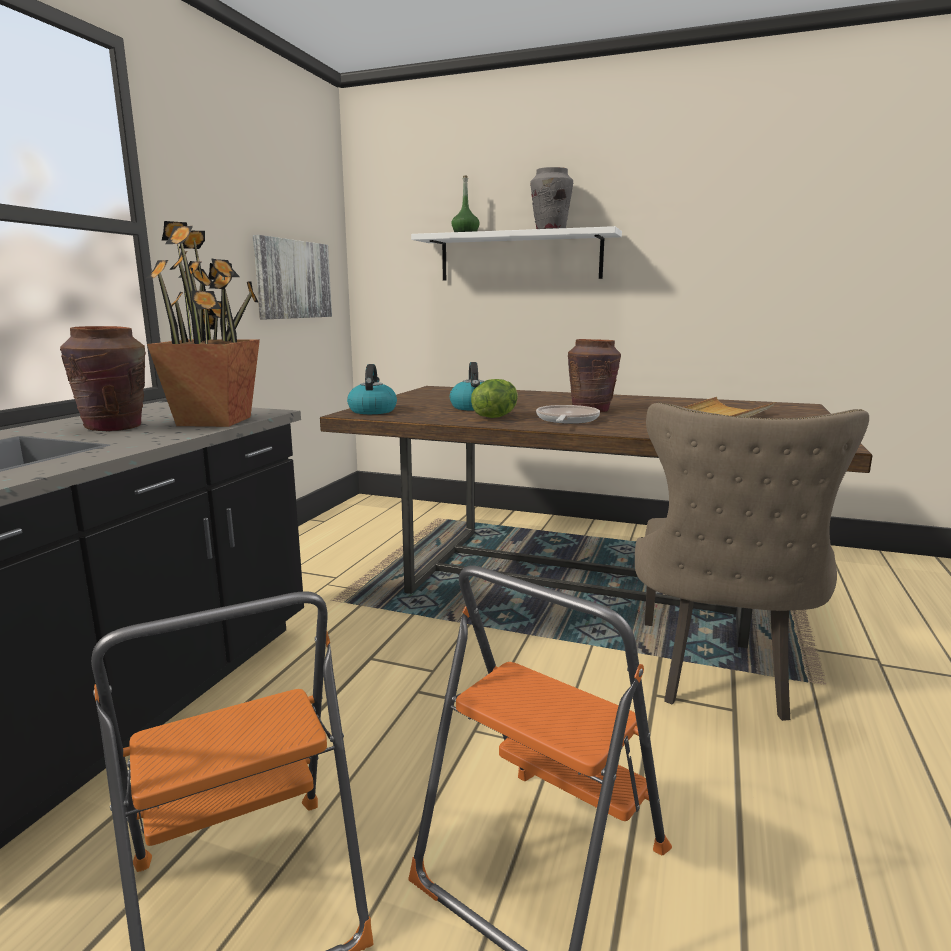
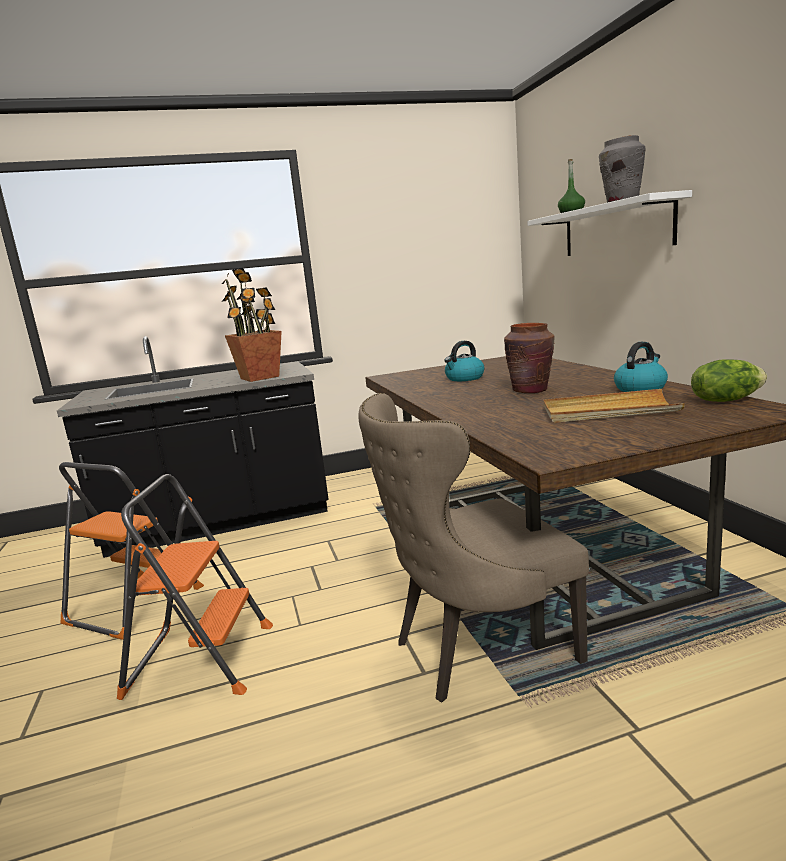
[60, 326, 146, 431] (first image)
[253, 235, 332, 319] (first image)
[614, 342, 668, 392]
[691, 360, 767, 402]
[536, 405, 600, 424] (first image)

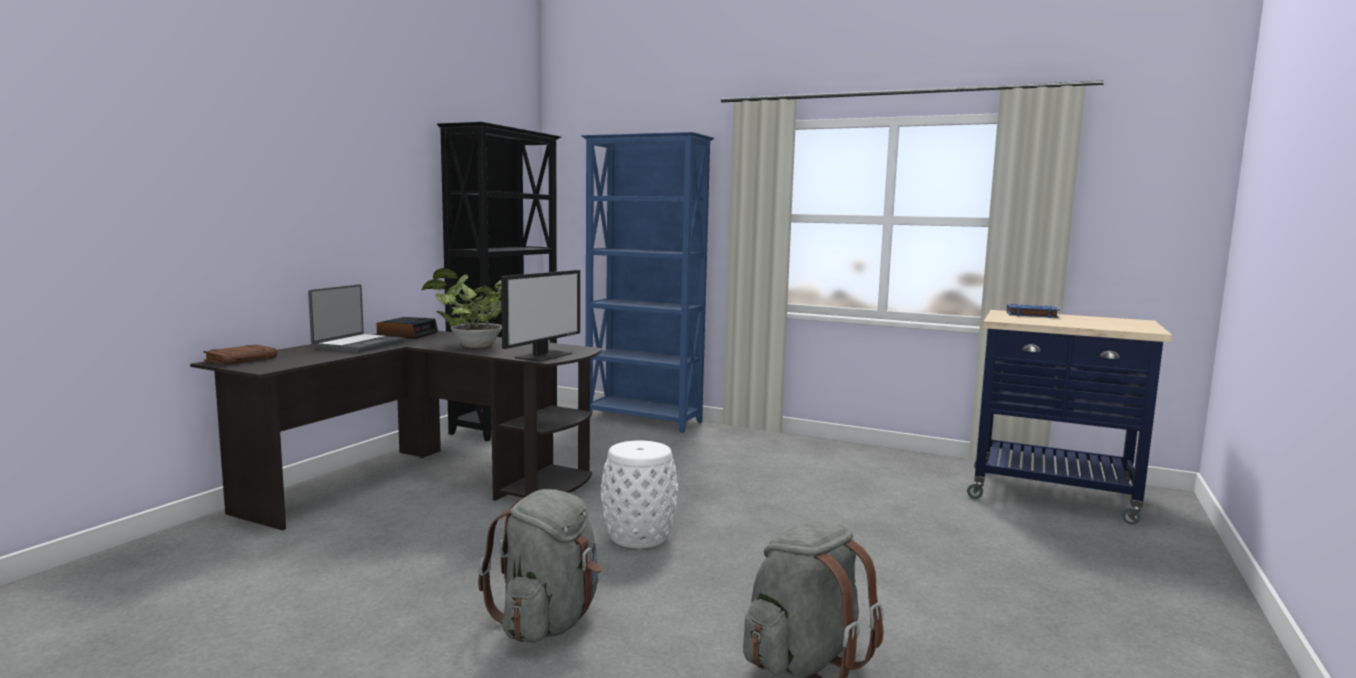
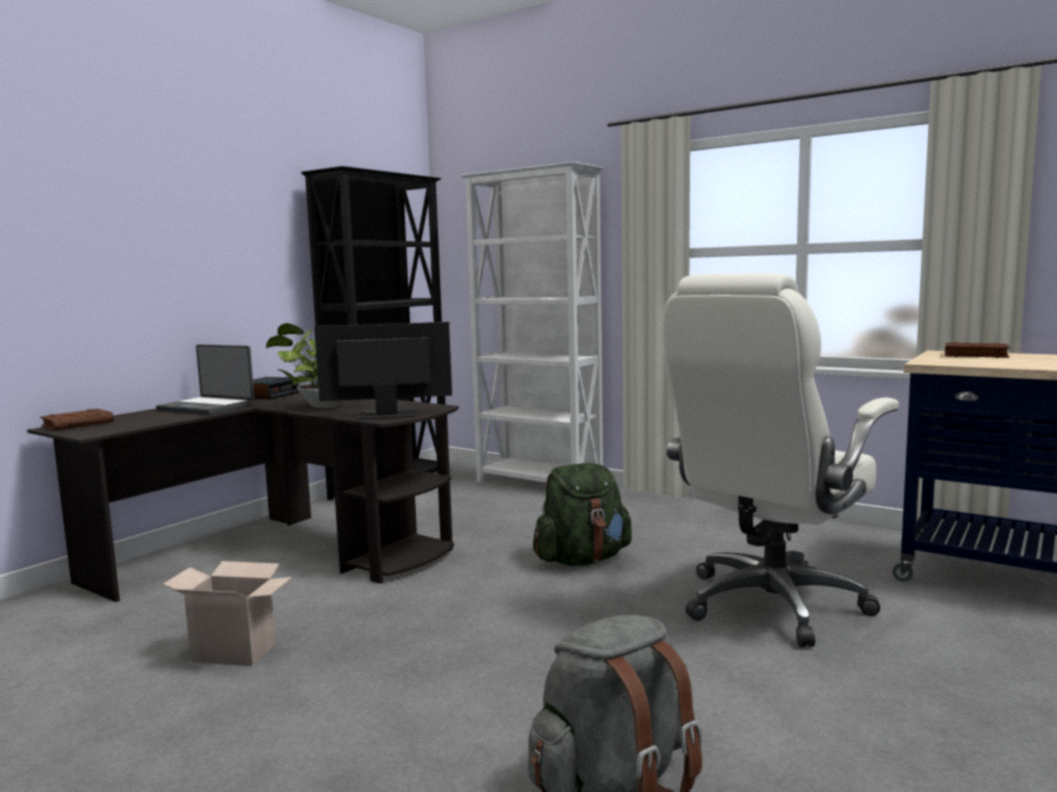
[156, 344, 255, 415]
[478, 489, 602, 643] (first image)
[314, 322, 452, 420]
[460, 162, 604, 483]
[601, 440, 678, 548] (first image)
[945, 342, 1010, 358]
[163, 561, 292, 666]
[533, 463, 632, 566]
[662, 273, 899, 647]

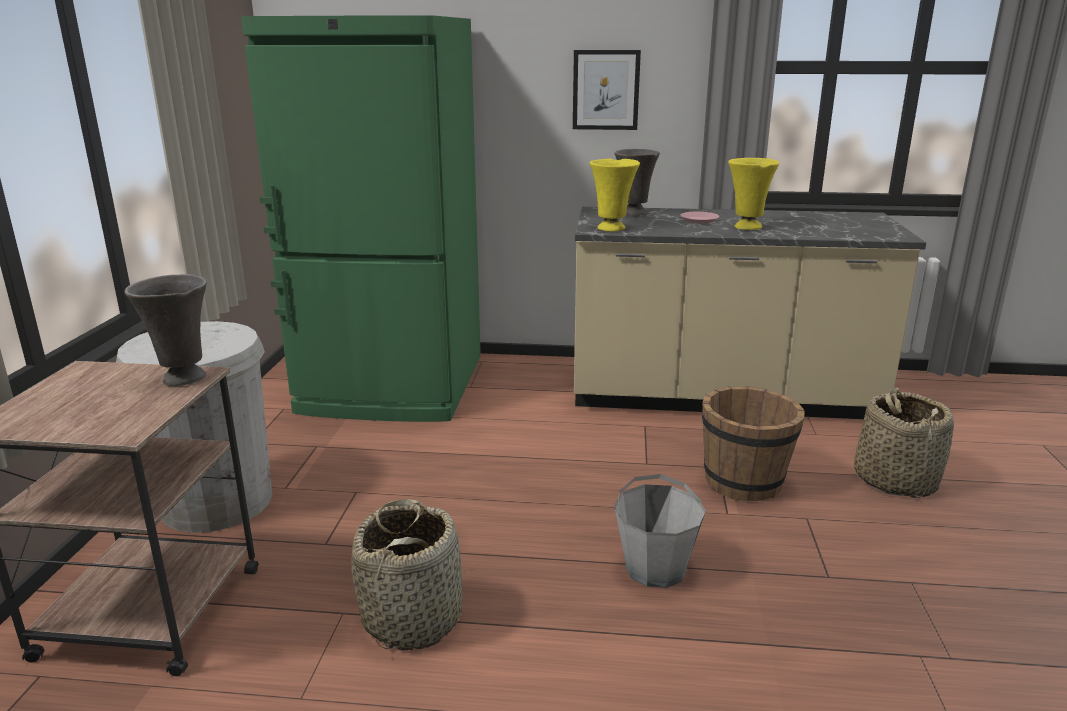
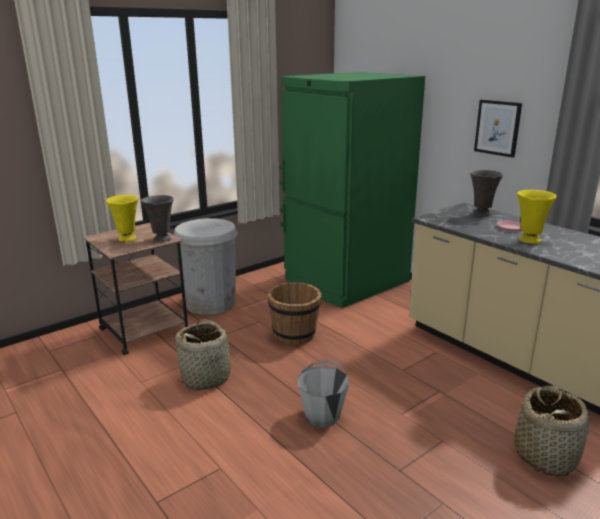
[106, 195, 139, 242]
[268, 282, 322, 345]

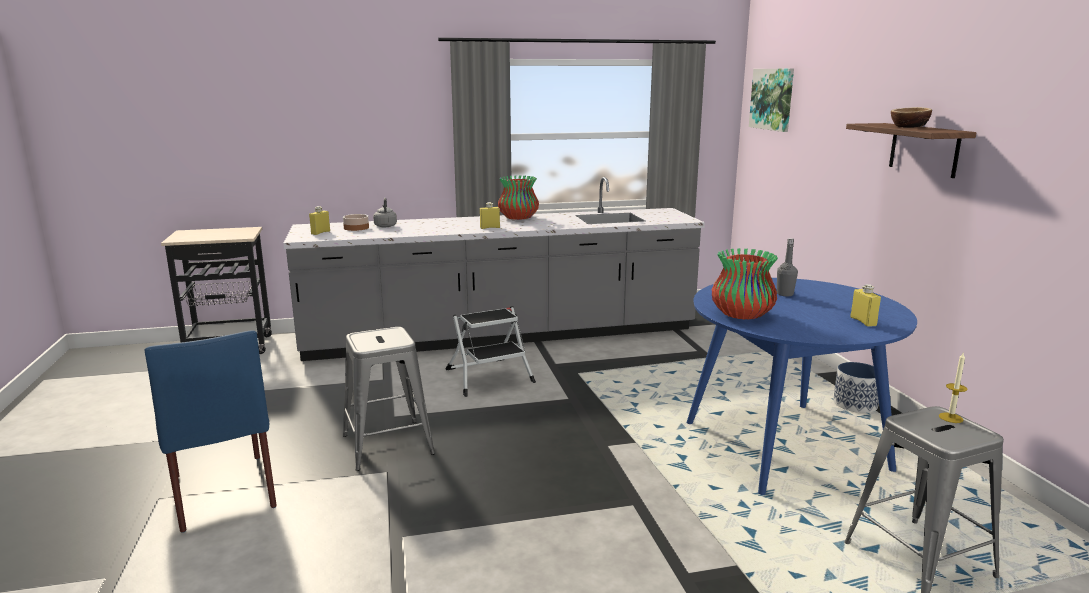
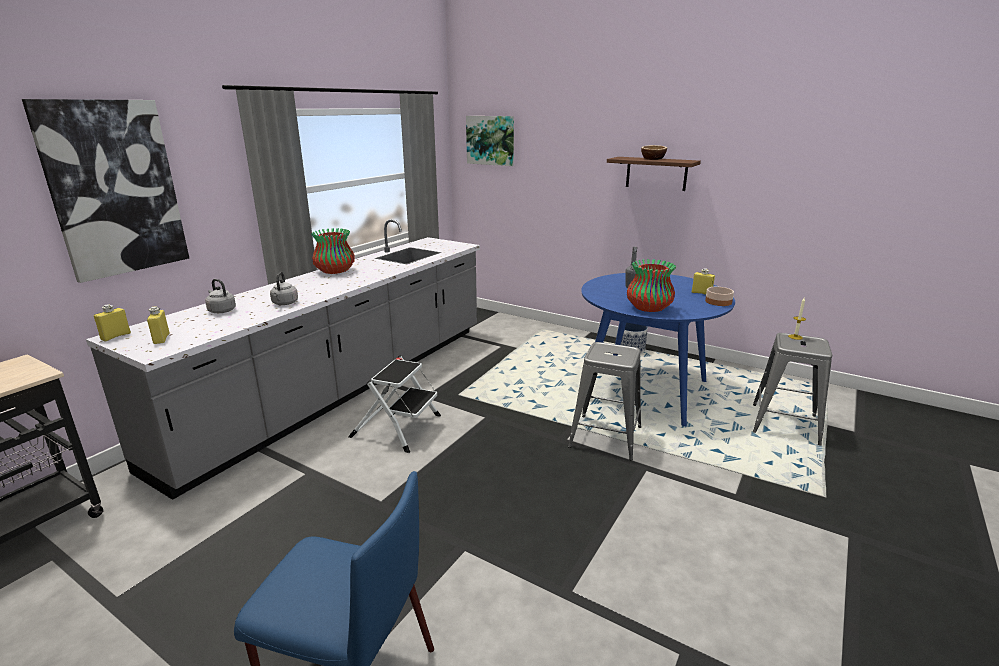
[705, 287, 734, 306]
[568, 342, 641, 461]
[94, 304, 131, 341]
[22, 99, 189, 283]
[270, 272, 298, 305]

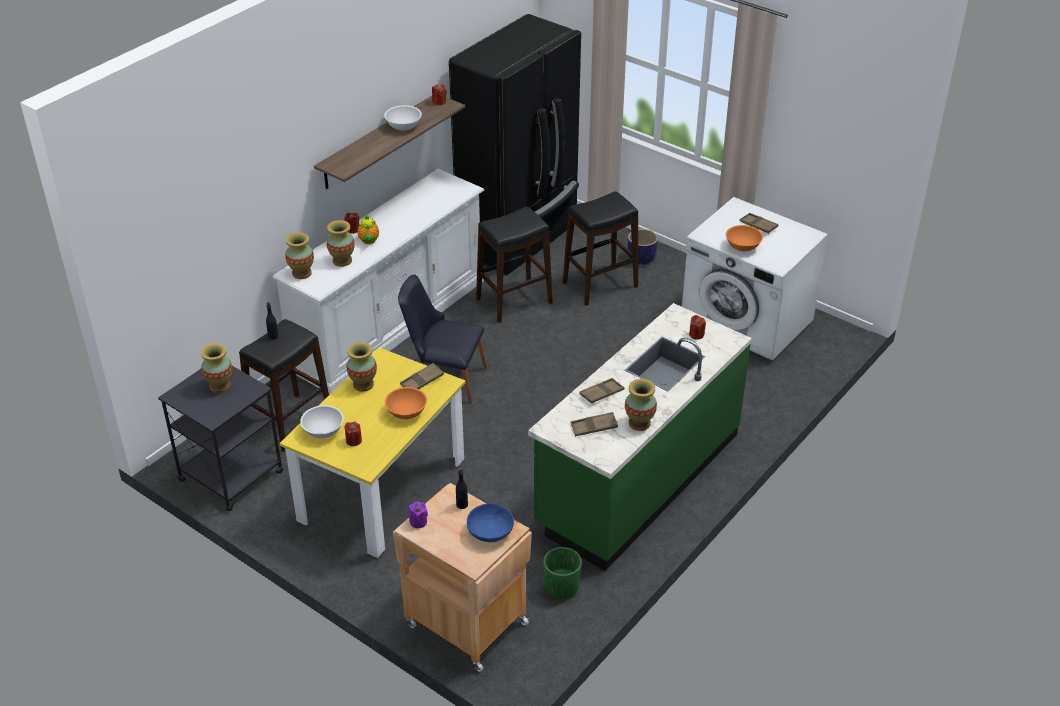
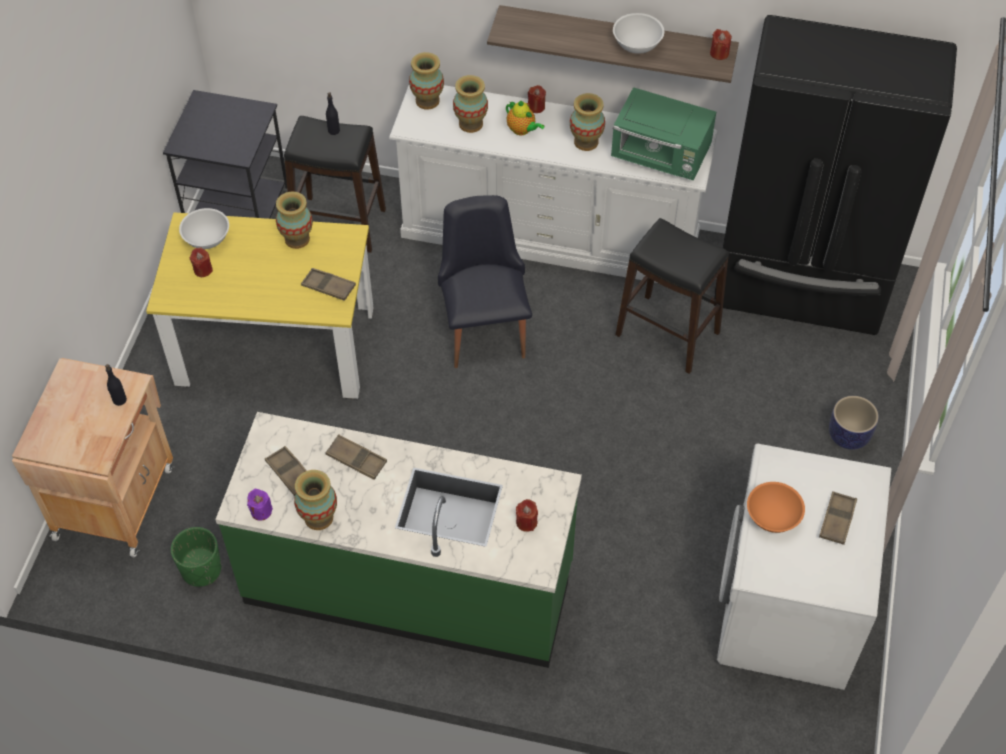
[570, 93, 605, 151]
[506, 101, 544, 135]
[385, 387, 427, 419] (first image)
[247, 489, 273, 521]
[467, 503, 514, 542] (first image)
[563, 191, 638, 306] (first image)
[611, 87, 716, 180]

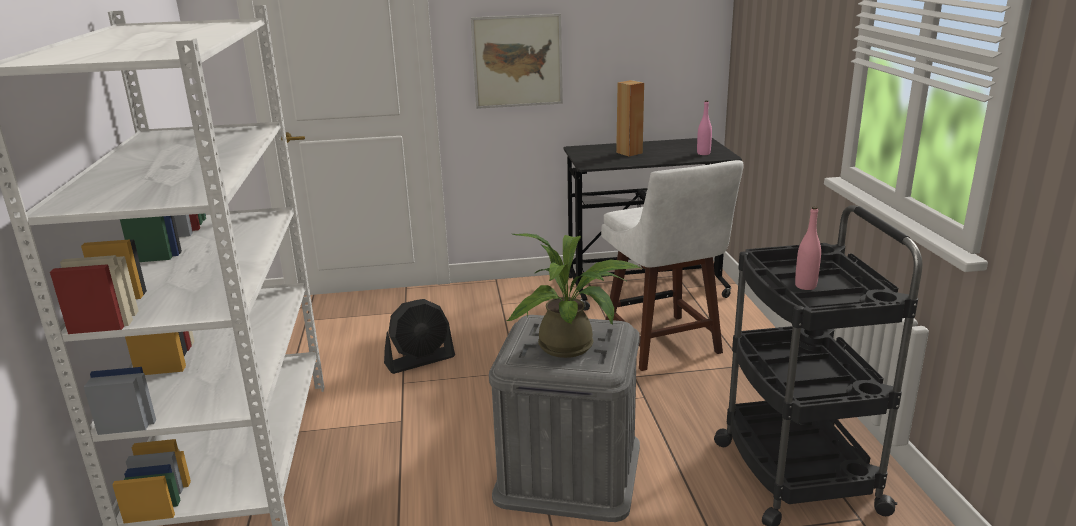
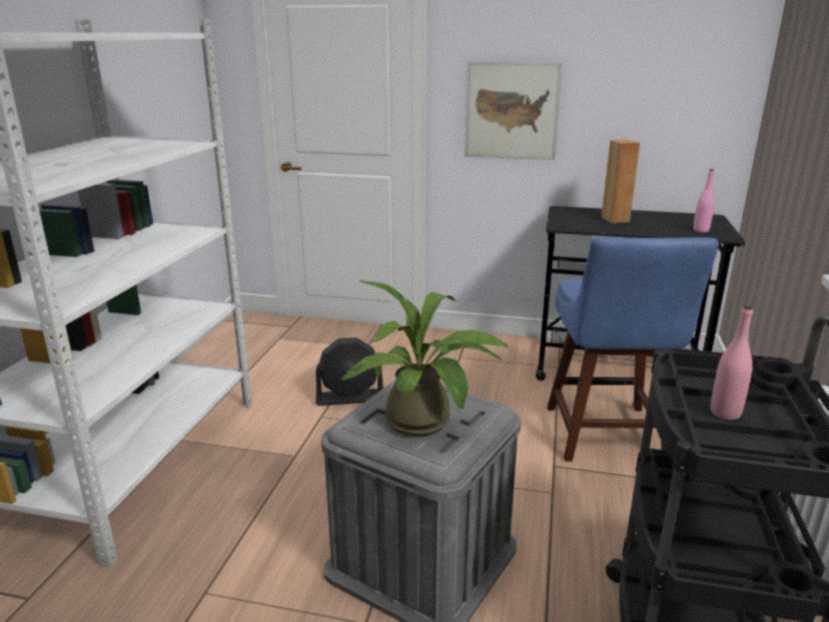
[547, 237, 719, 462]

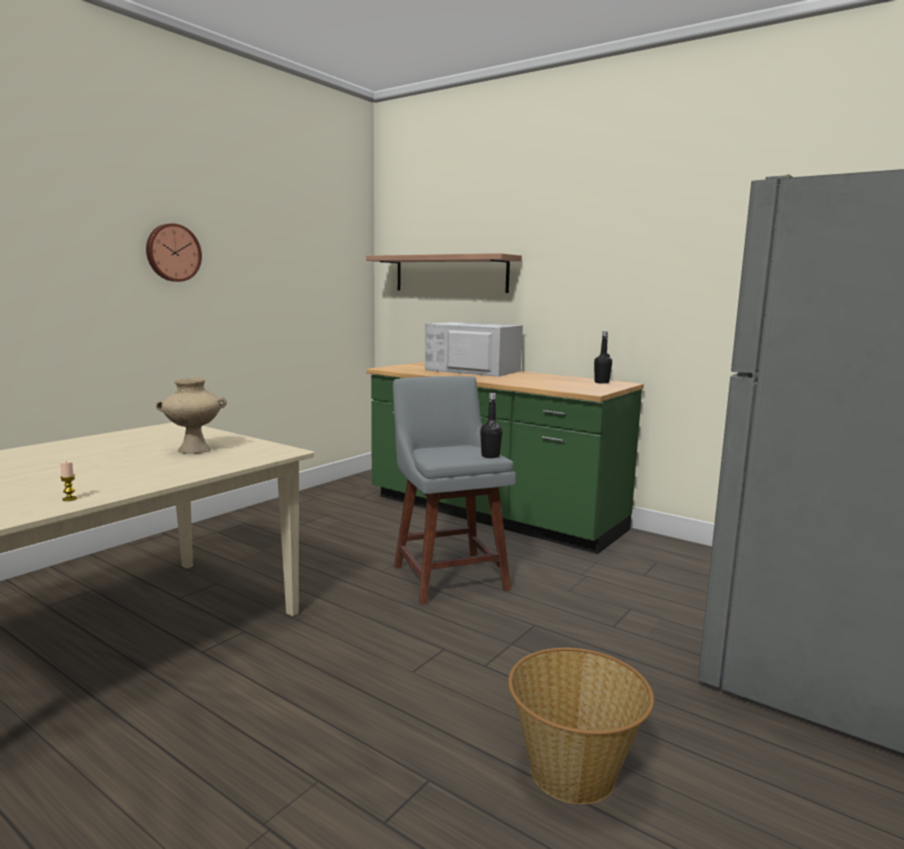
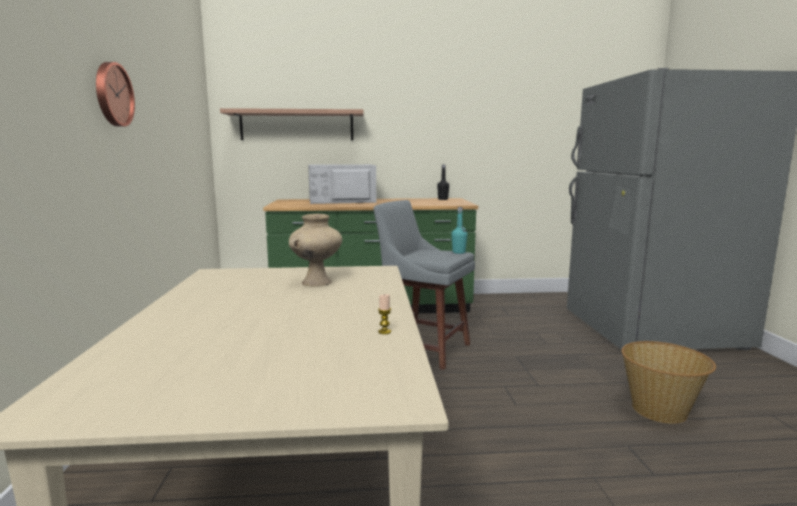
[451, 207, 467, 254]

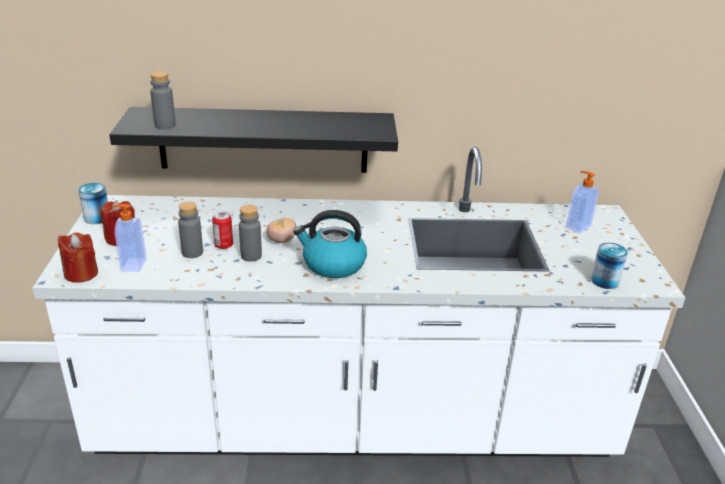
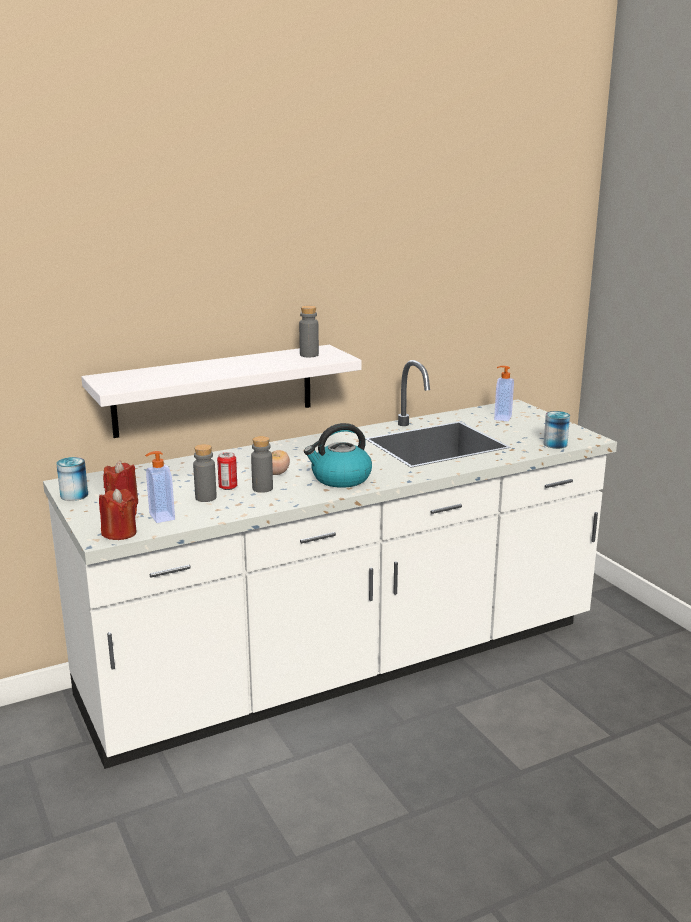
[81, 345, 362, 438]
[299, 306, 319, 357]

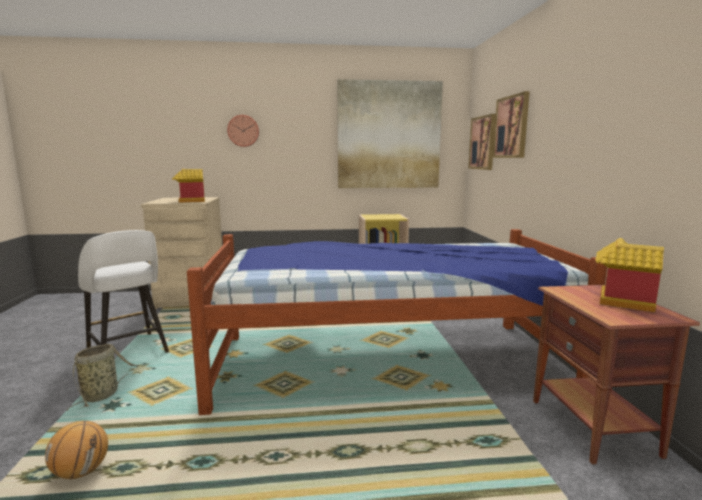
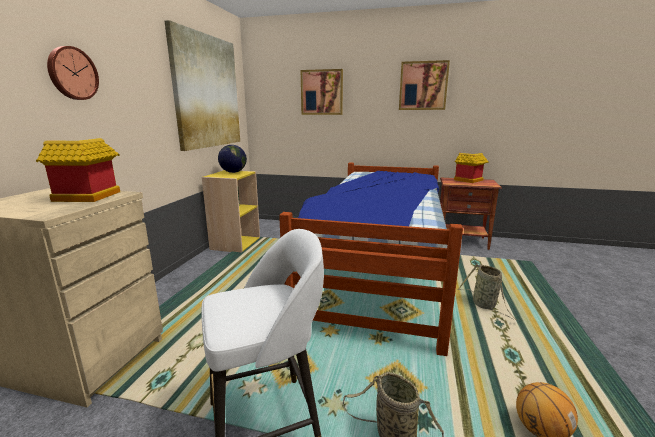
[399, 60, 450, 110]
[218, 145, 247, 173]
[458, 264, 516, 320]

